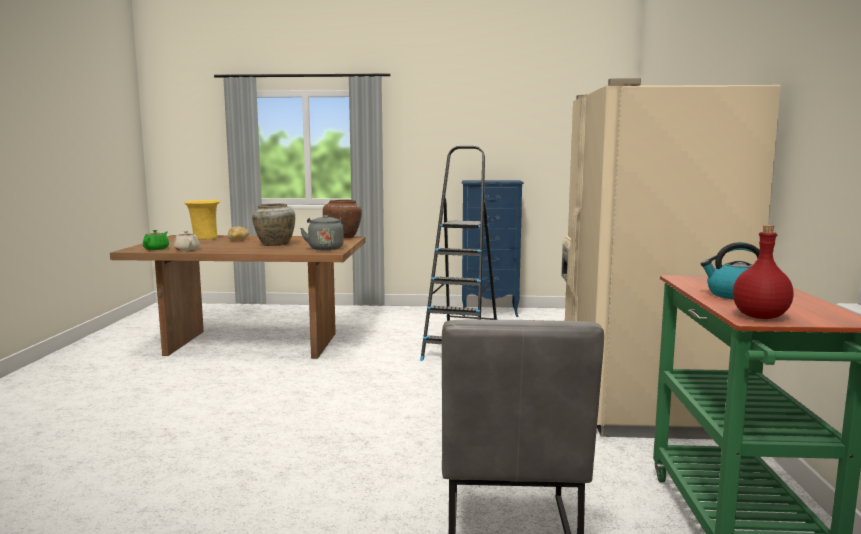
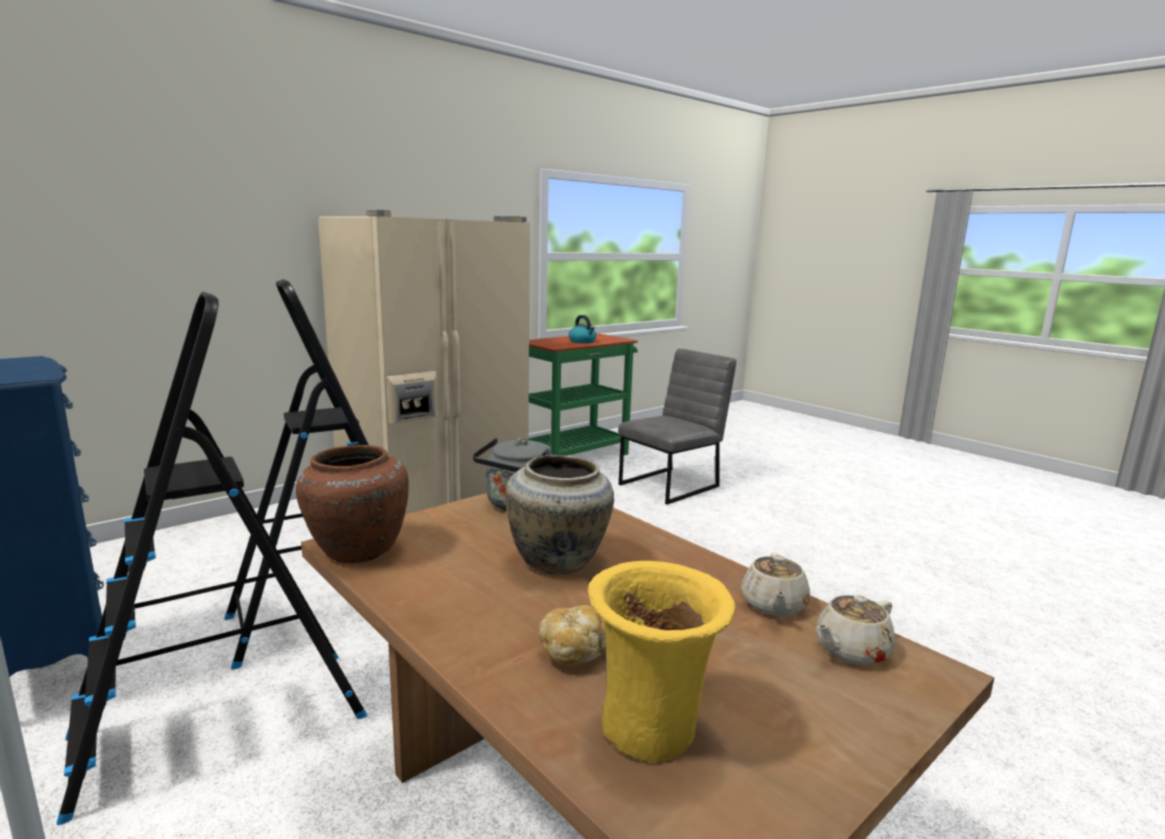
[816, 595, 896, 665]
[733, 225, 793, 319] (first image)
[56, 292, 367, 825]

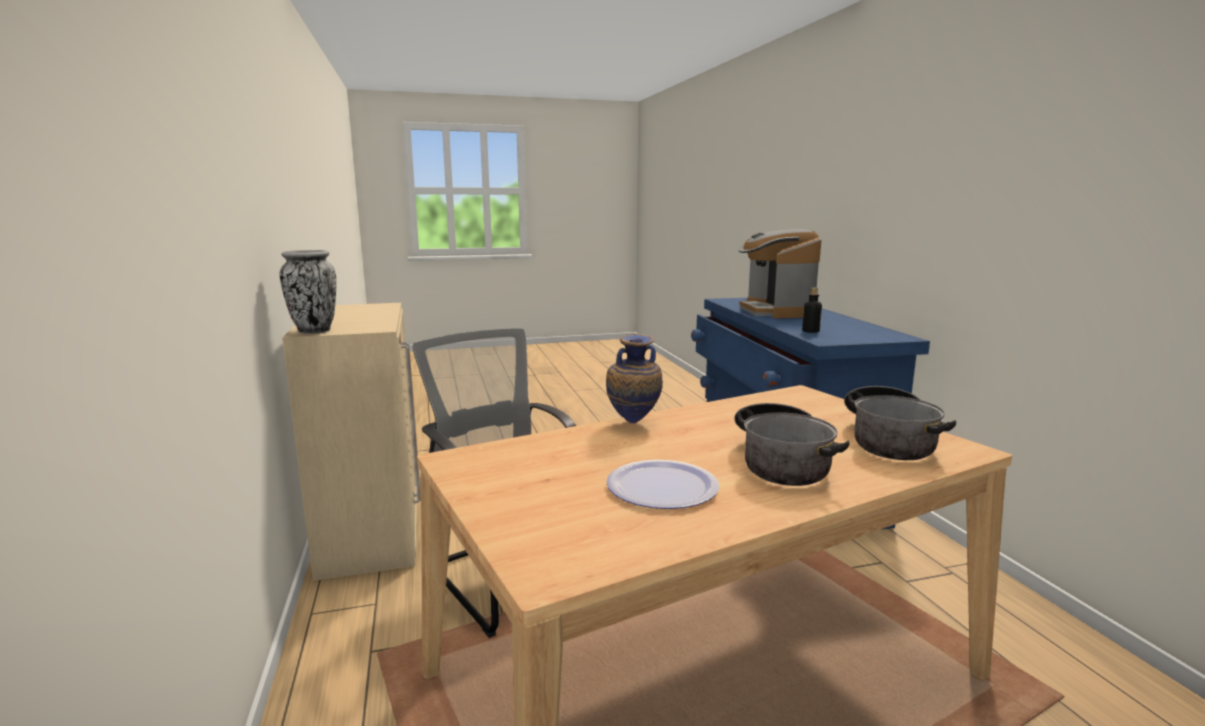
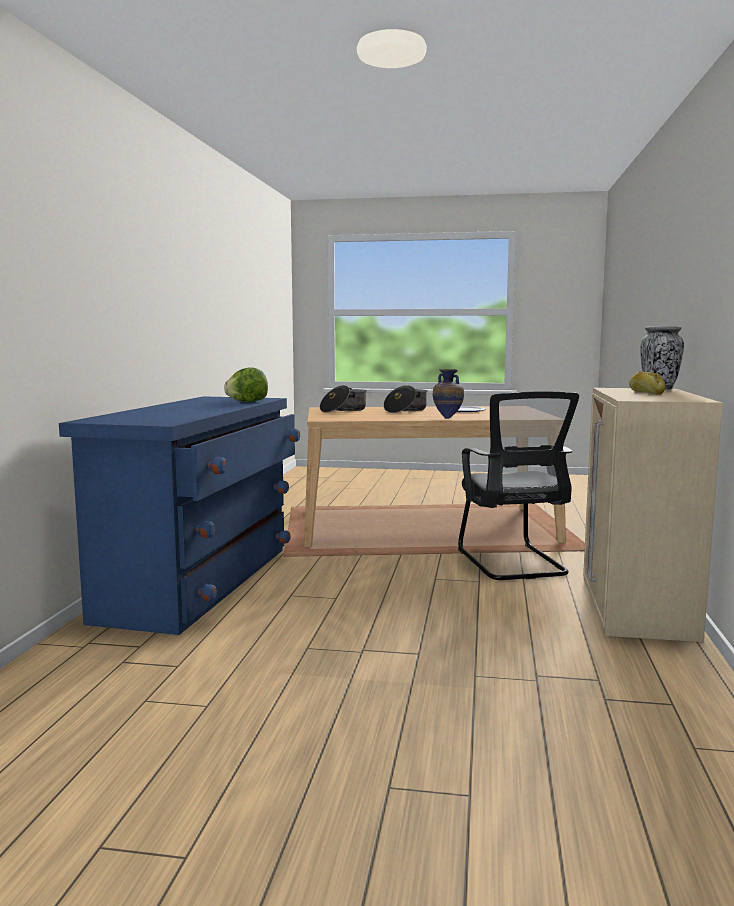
[738, 229, 822, 318] (first image)
[224, 367, 268, 402]
[629, 371, 665, 395]

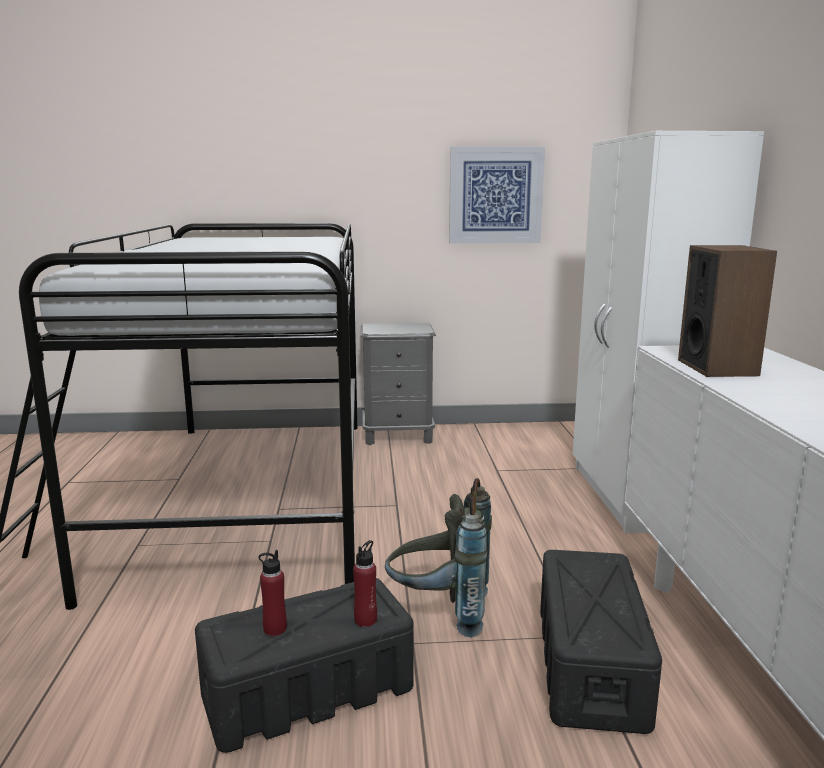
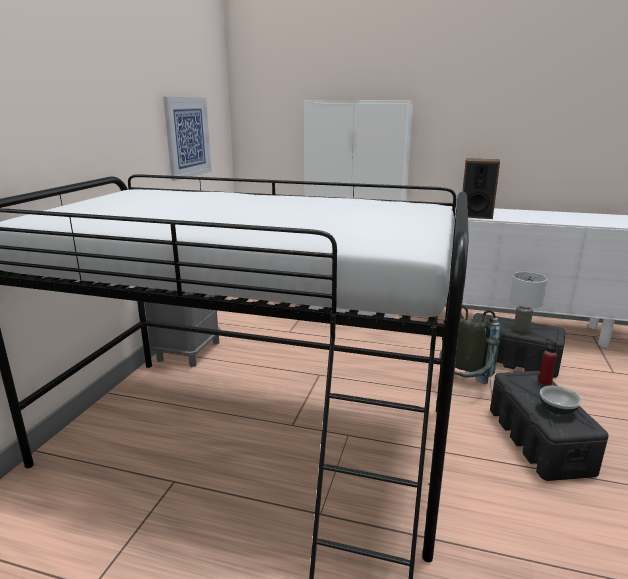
[540, 386, 582, 415]
[509, 272, 547, 333]

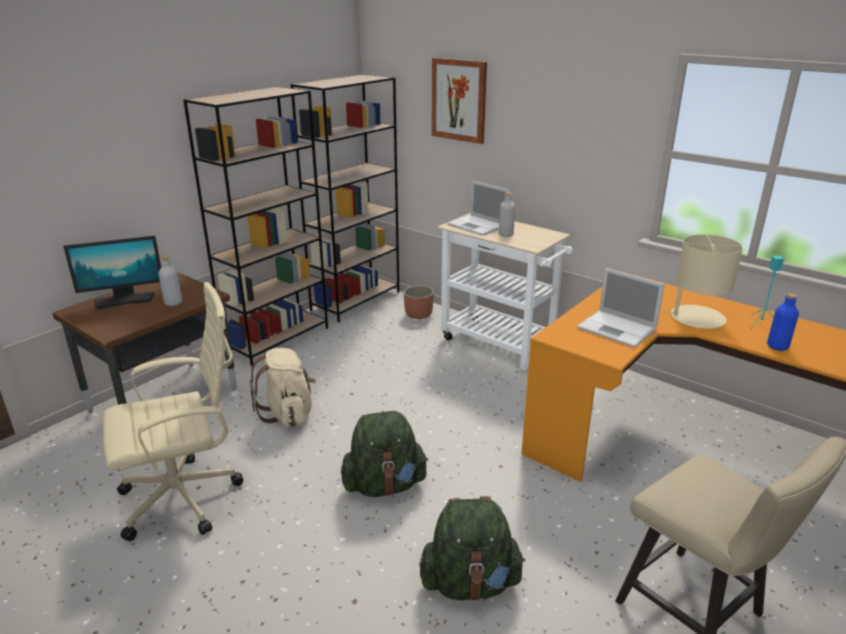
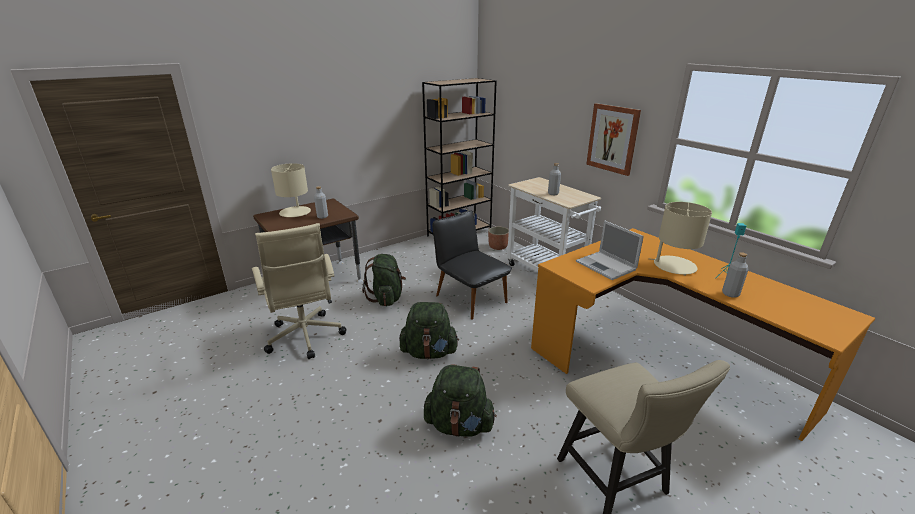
[271, 163, 311, 217]
[252, 223, 347, 359]
[183, 86, 328, 366] (first image)
[362, 254, 406, 306]
[586, 103, 641, 176]
[447, 181, 510, 236] (first image)
[722, 252, 748, 298]
[432, 210, 512, 320]

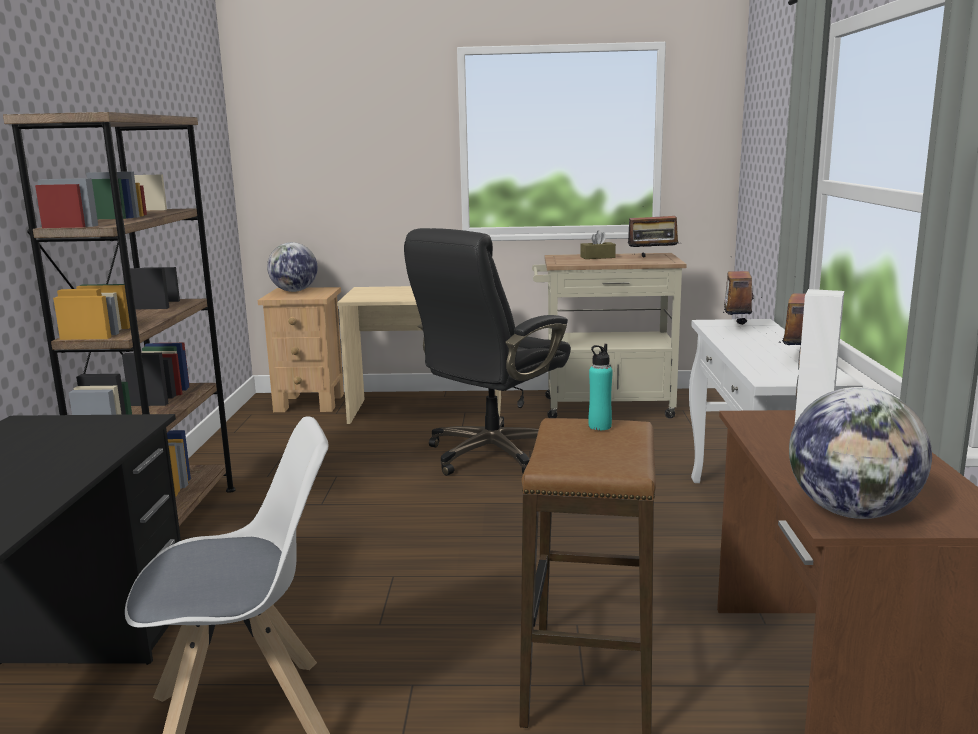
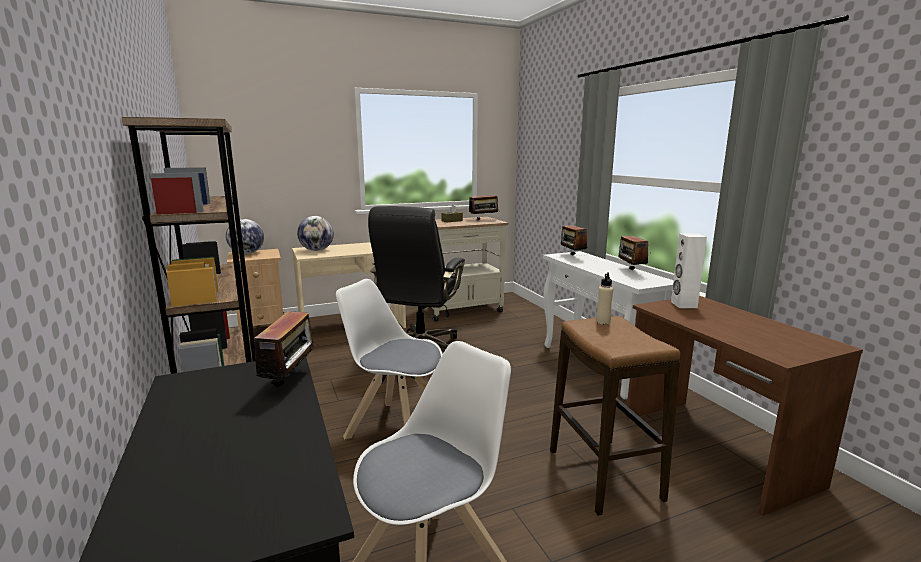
[596, 272, 613, 325]
[297, 216, 334, 251]
[246, 310, 314, 391]
[336, 279, 443, 439]

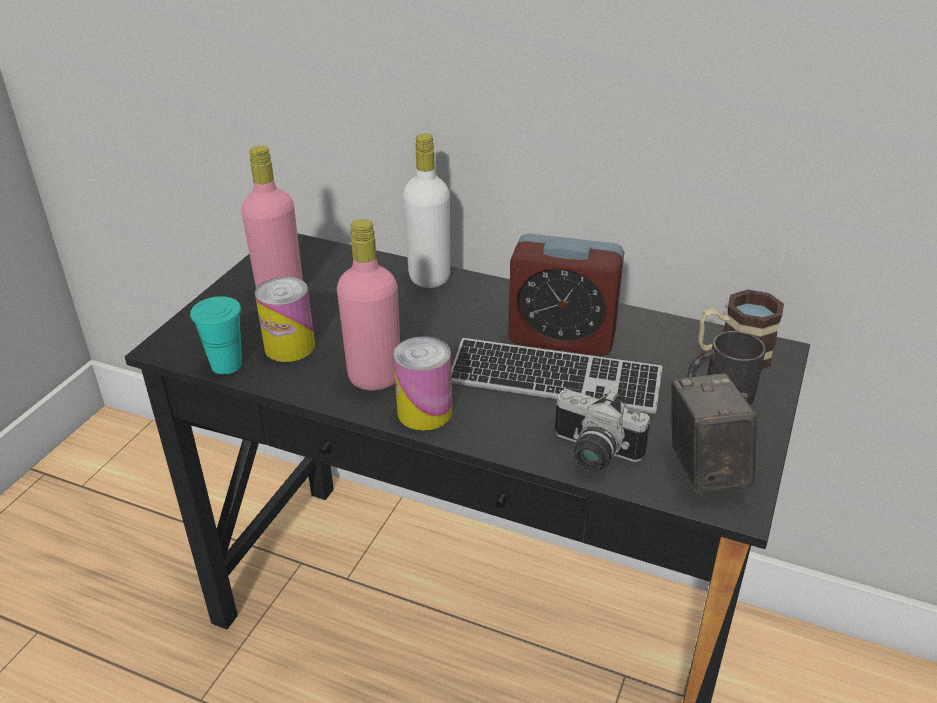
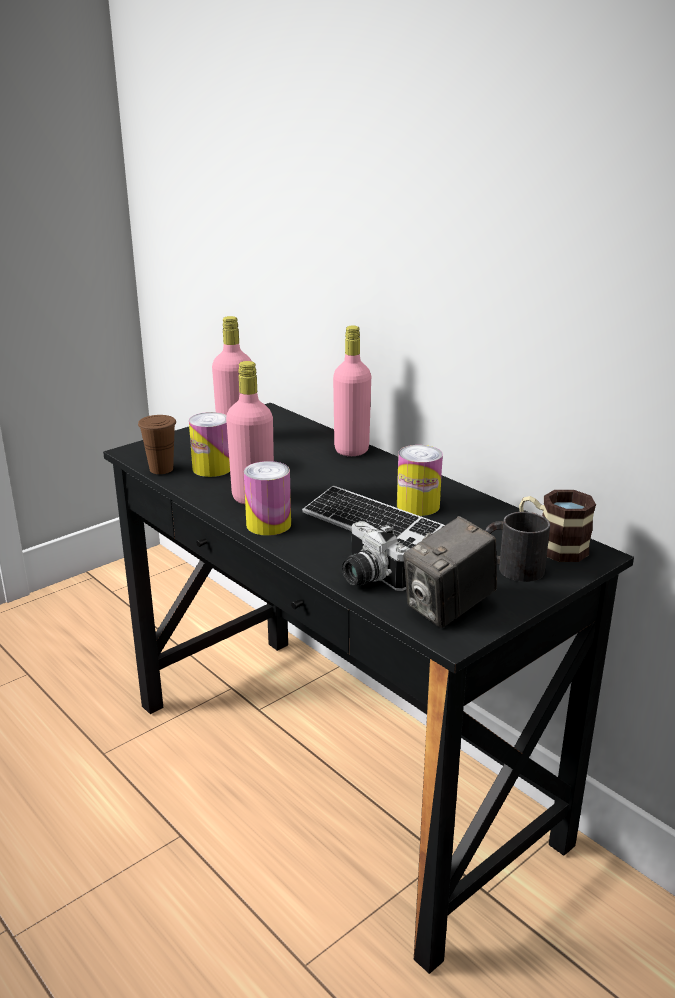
[138, 415, 176, 474]
[333, 325, 371, 456]
[397, 445, 443, 516]
[403, 516, 497, 628]

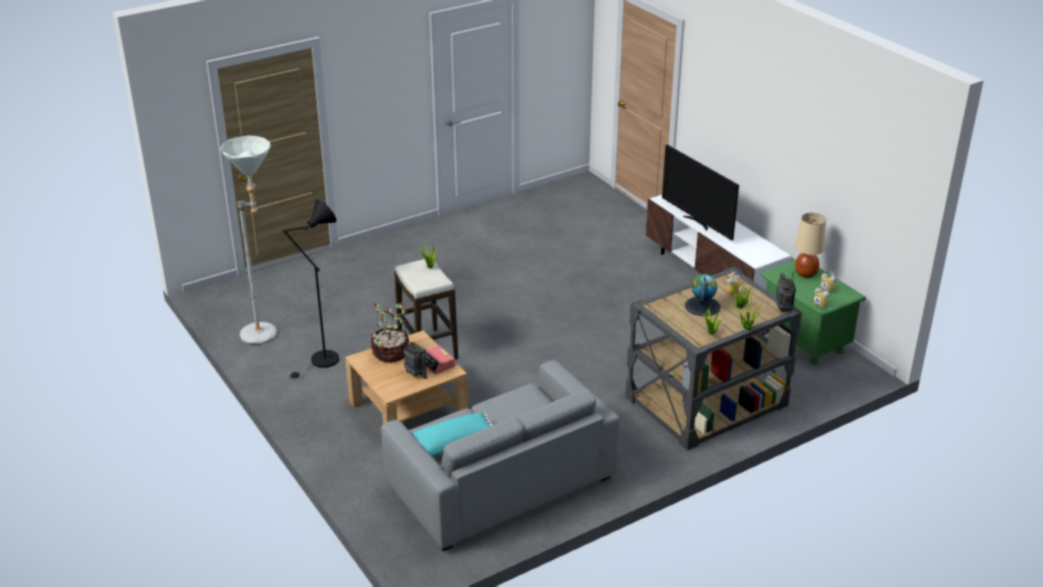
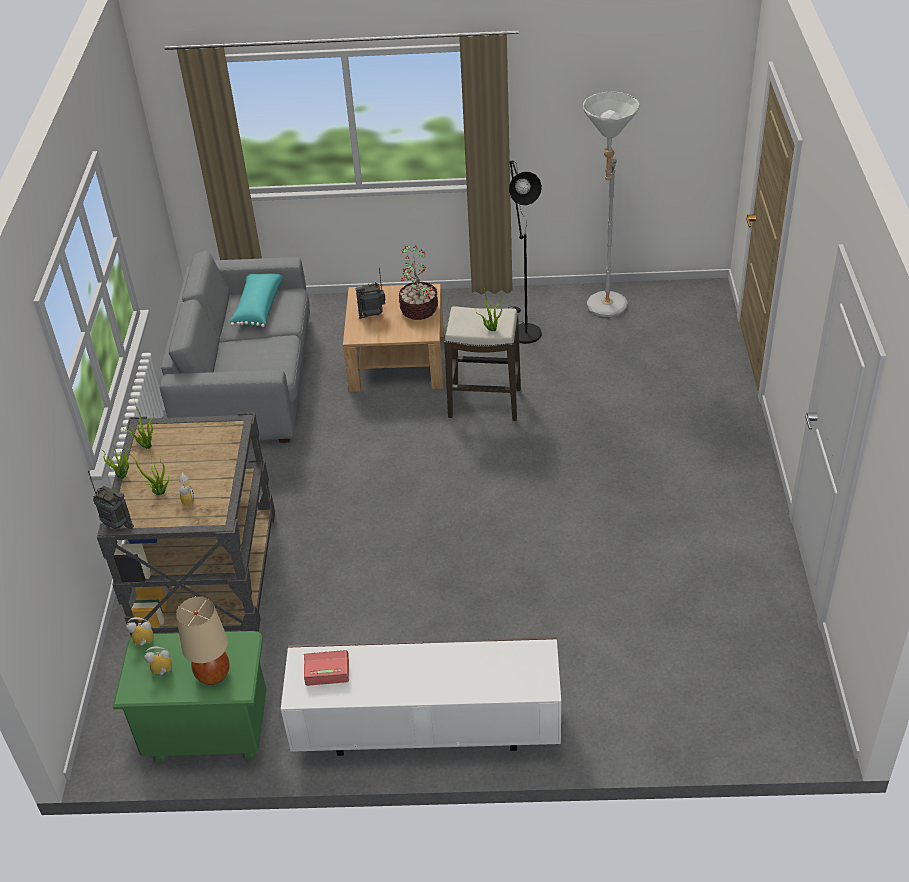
[304, 650, 349, 686]
[662, 145, 739, 240] (first image)
[685, 274, 720, 316] (first image)

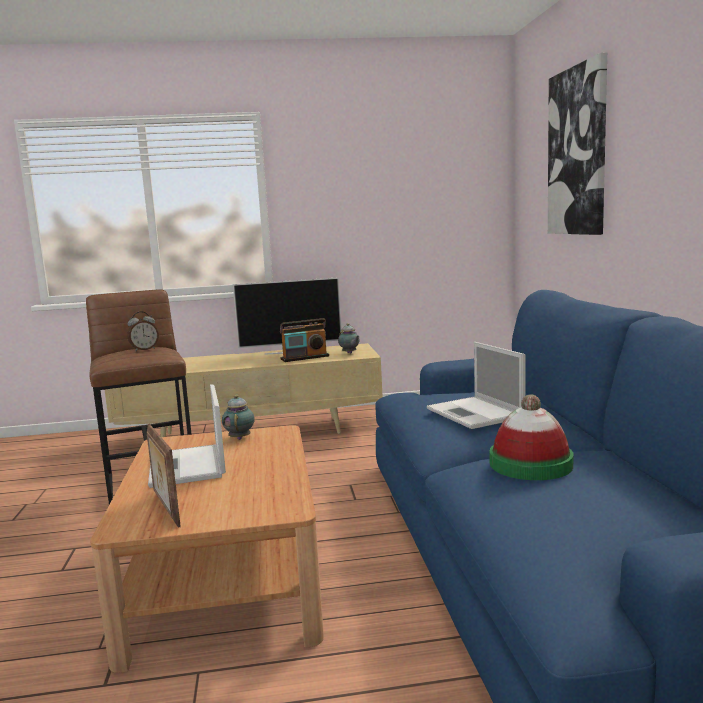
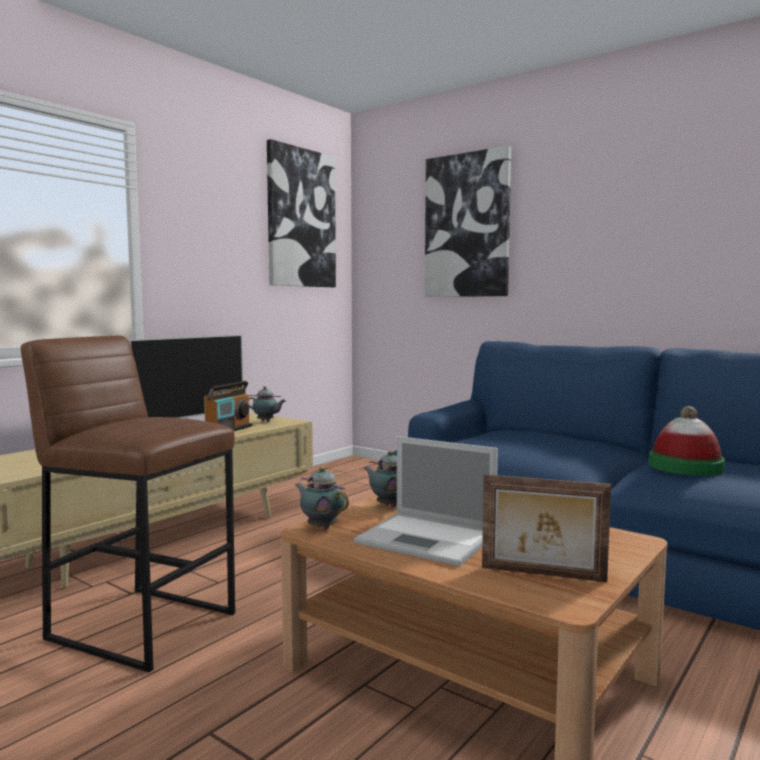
[127, 312, 159, 351] (first image)
[427, 342, 525, 429] (first image)
[267, 139, 336, 287]
[295, 467, 349, 529]

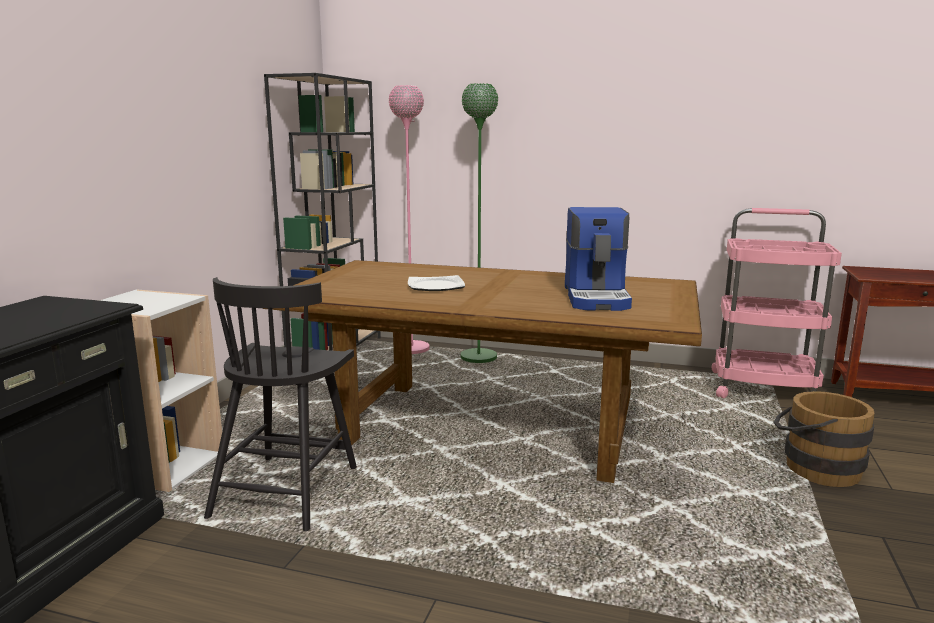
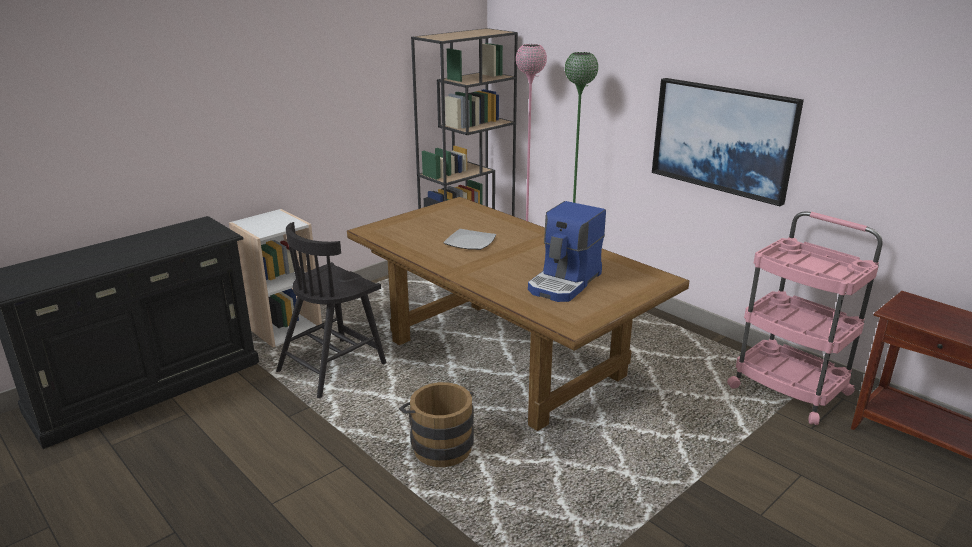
[399, 382, 474, 467]
[652, 78, 804, 206]

